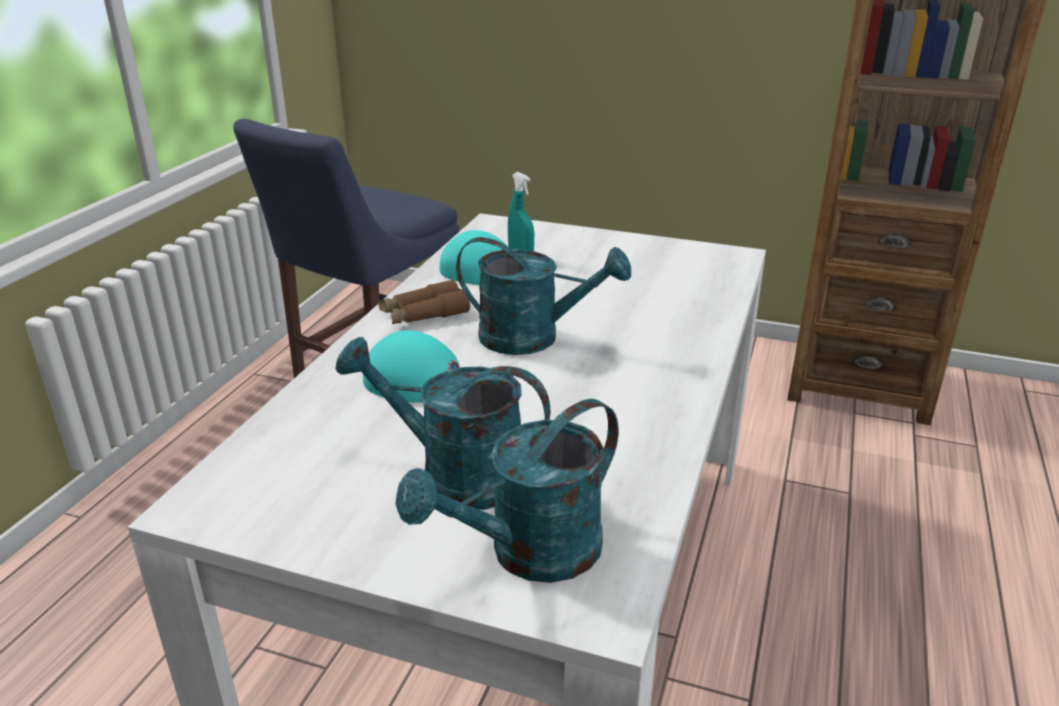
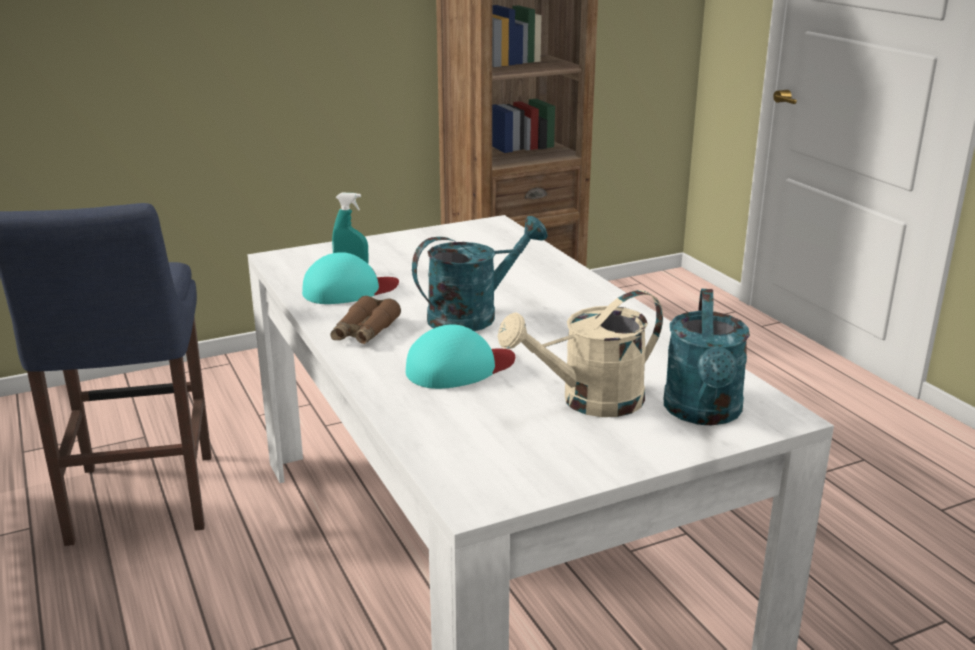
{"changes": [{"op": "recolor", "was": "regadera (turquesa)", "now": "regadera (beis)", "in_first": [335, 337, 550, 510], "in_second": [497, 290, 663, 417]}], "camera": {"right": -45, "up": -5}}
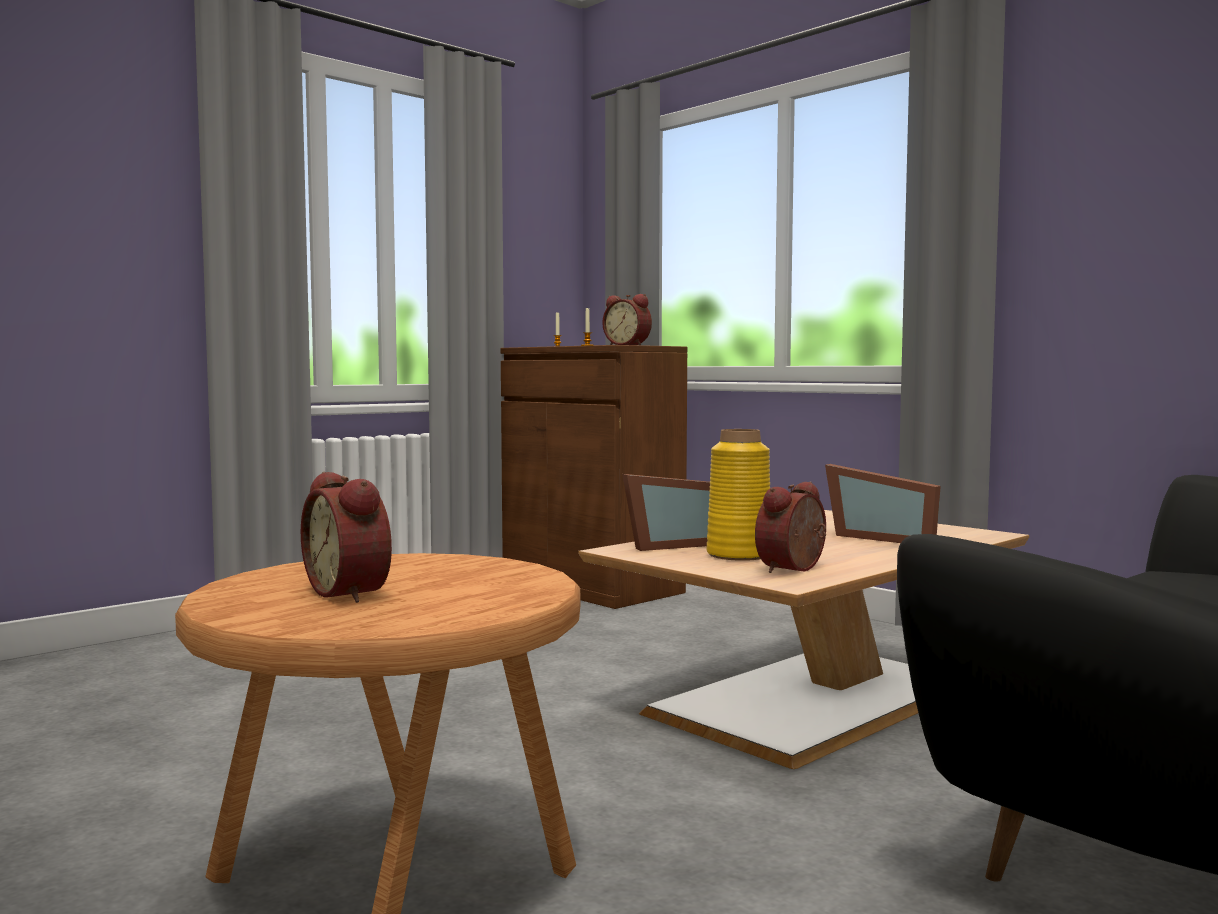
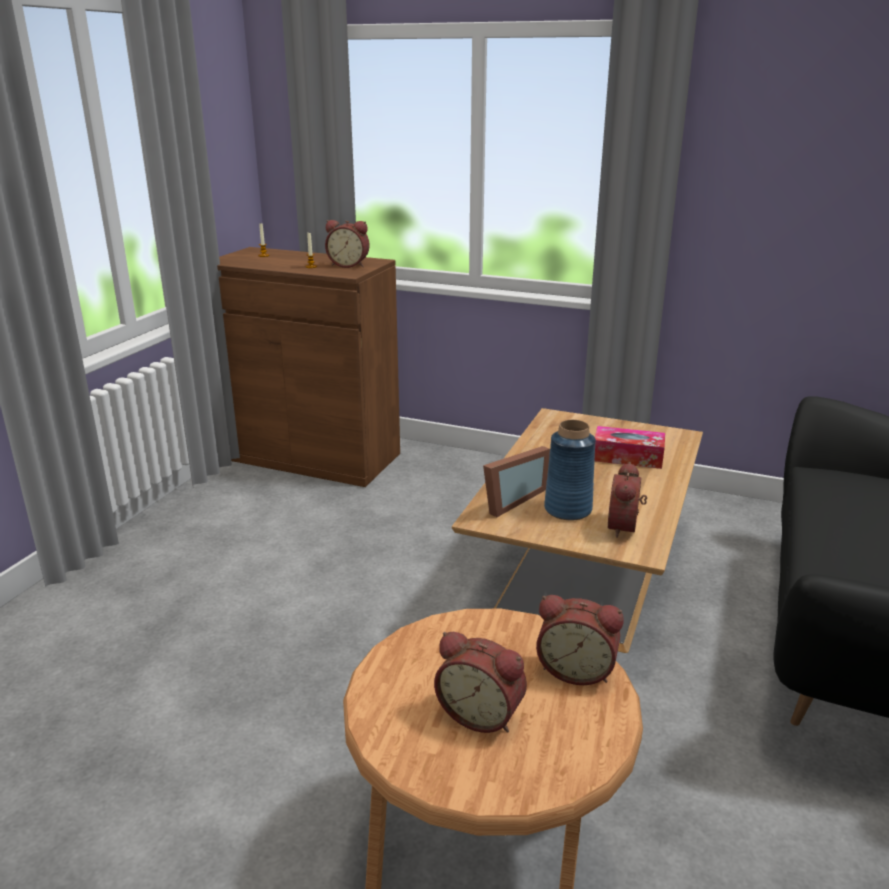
{"changes": [{"op": "recolor", "was": "florero (amarillo)", "now": "florero (azul)", "in_first": [707, 429, 770, 561], "in_second": [544, 420, 596, 520]}, {"op": "replace", "was": "portarretratos", "now": "caja de pañuelos", "in_first": [825, 464, 941, 543], "in_second": [595, 426, 665, 469]}, {"op": "insert", "now": "despertador", "in_second": [536, 595, 624, 685]}], "camera": {"right": -25, "up": 20}}
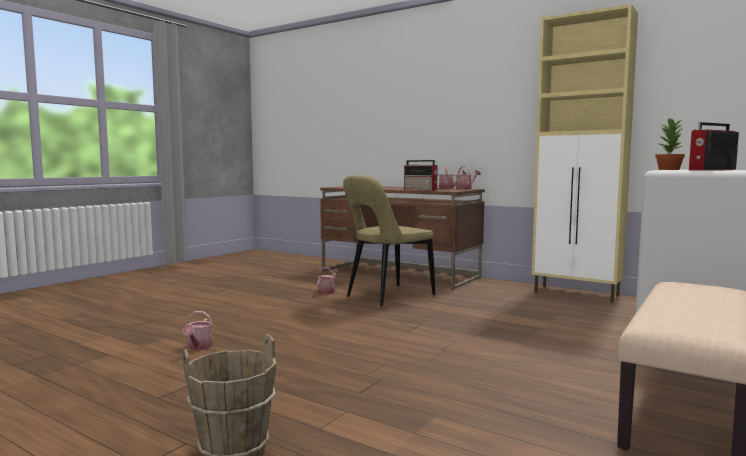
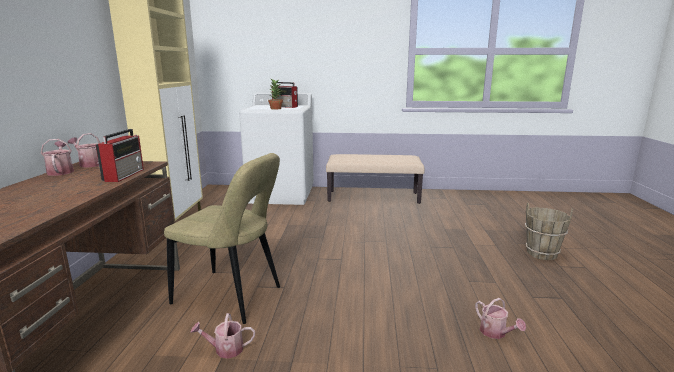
{"changes": [{"op": "rotate", "was": "regadera", "in_first": [183, 311, 213, 350], "in_second": [475, 298, 526, 339], "clockwise": 90}], "camera": {"right": -120, "up": 10}}
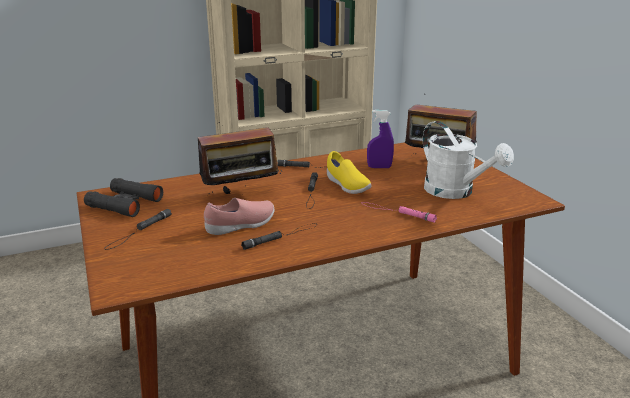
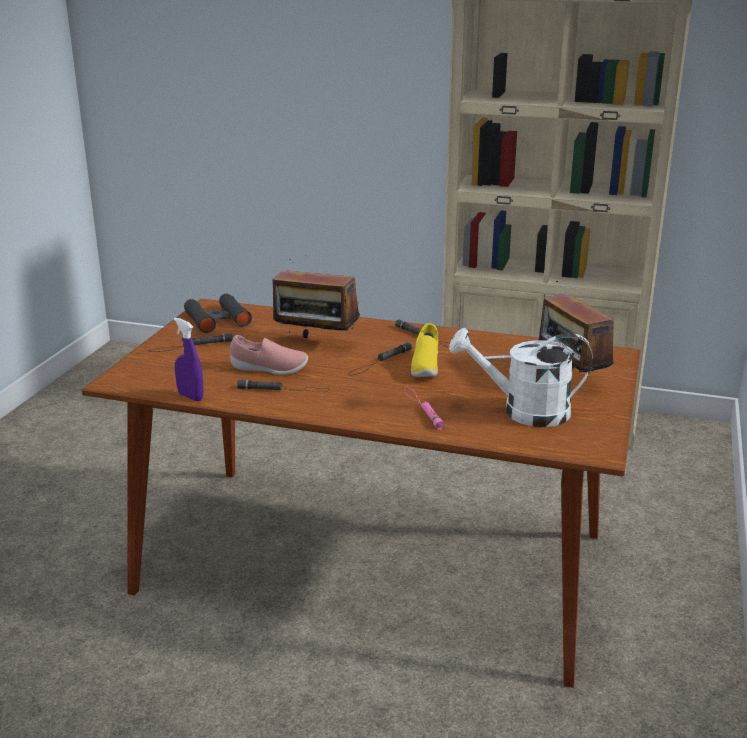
{"changes": [{"op": "move", "was": "pulverizador (morado)", "in_first": [367, 110, 394, 168], "in_second": [174, 318, 204, 401]}, {"op": "rotate", "was": "regadera (blanco)", "in_first": [423, 121, 514, 199], "in_second": [449, 328, 593, 427], "clockwise": 90}], "camera": {"right": 40, "up": 0}}
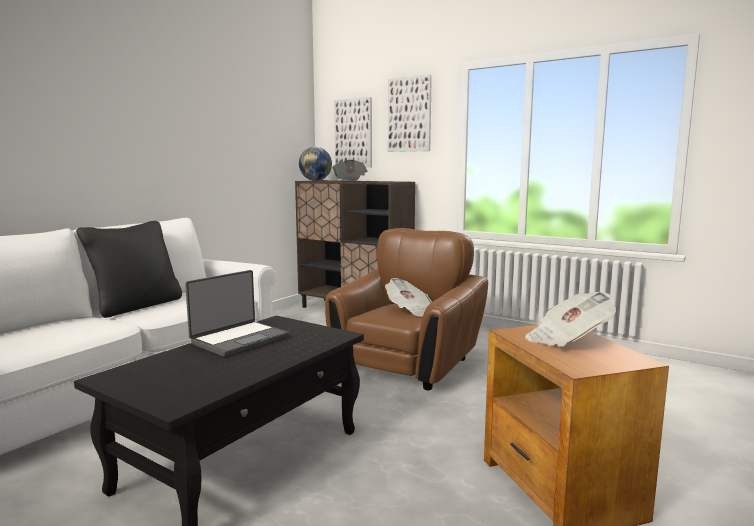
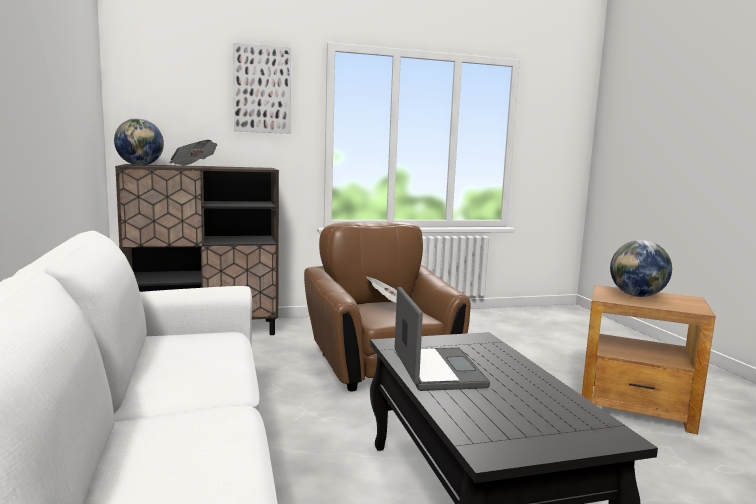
{"changes": [{"op": "delete", "was": "cuadro", "in_first": [334, 97, 372, 167]}, {"op": "delete", "was": "cojín (negro)", "in_first": [76, 221, 182, 318]}, {"op": "replace", "was": "periódico", "now": "globo terráqueo", "in_first": [525, 292, 616, 347], "in_second": [610, 240, 672, 297]}], "camera": {"right": -50, "up": 0}}
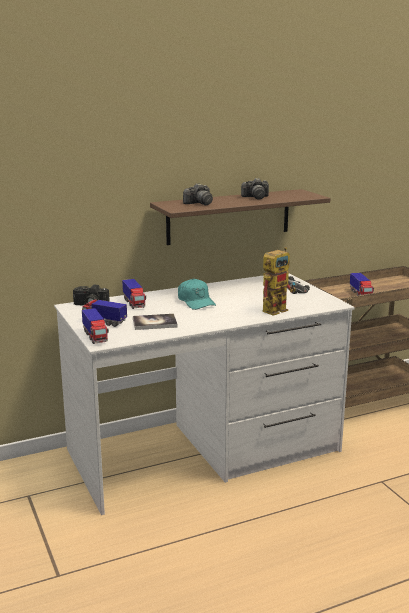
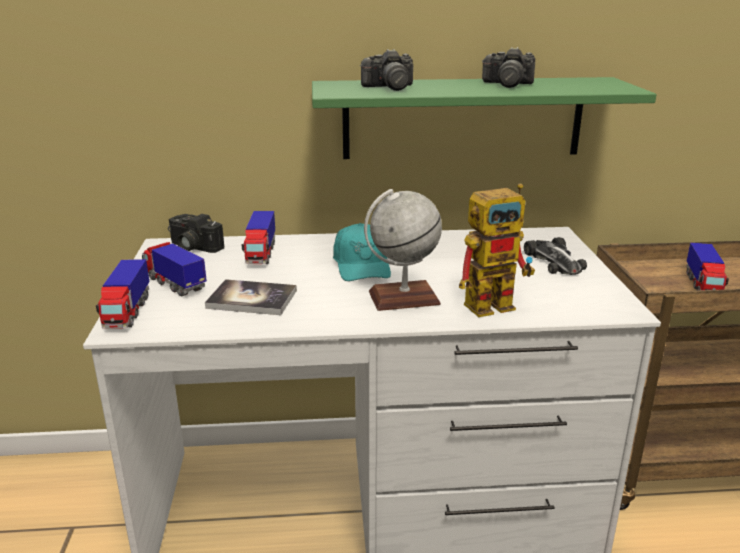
{"changes": [{"op": "recolor", "was": "estante (marrón)", "now": "estante (verde)", "in_first": [150, 189, 331, 245], "in_second": [312, 77, 657, 159]}, {"op": "insert", "now": "globo terráqueo", "in_second": [364, 189, 442, 311]}], "camera": {"right": 20, "up": 5}}
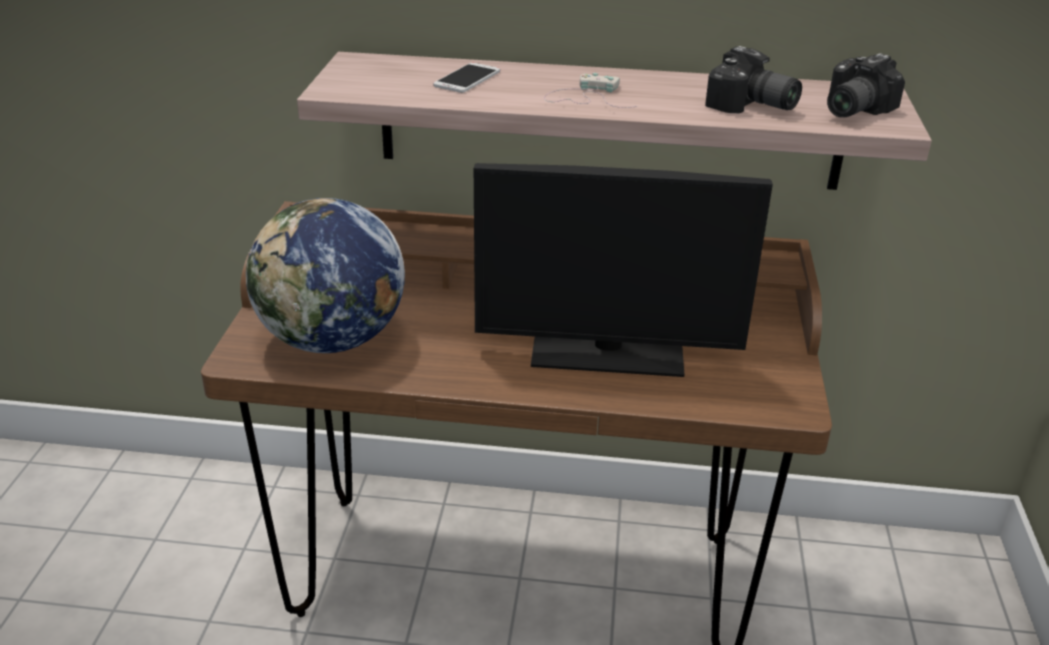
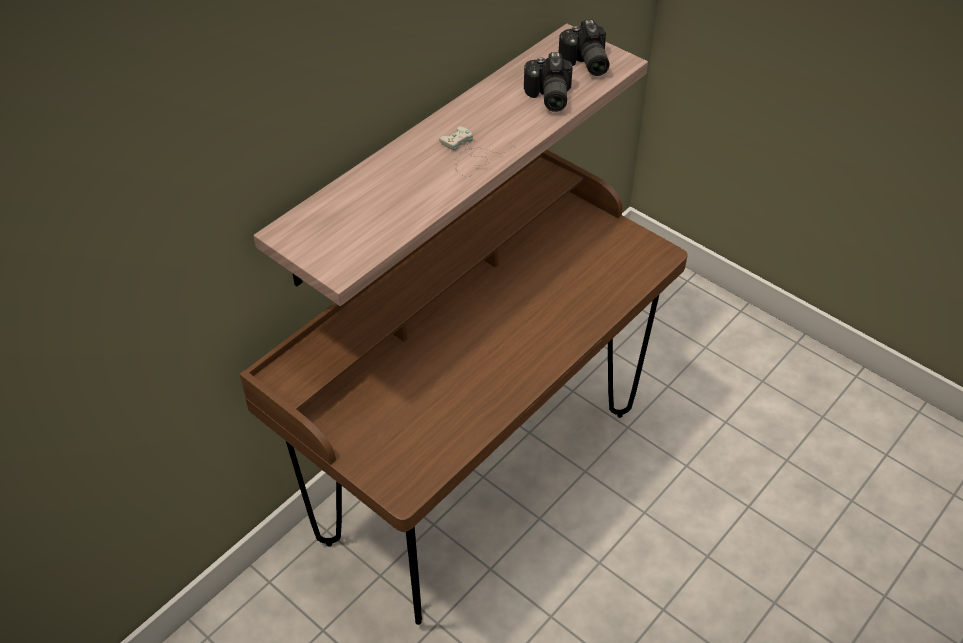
{"changes": [{"op": "rotate", "was": "cámara", "in_first": [705, 46, 802, 113], "in_second": [524, 52, 572, 112], "clockwise": 105}, {"op": "delete", "was": "móvil", "in_first": [433, 63, 500, 93]}, {"op": "delete", "was": "monitor", "in_first": [474, 163, 773, 377]}, {"op": "delete", "was": "globo terráqueo", "in_first": [246, 198, 405, 353]}], "camera": {"right": -55, "up": 15}}
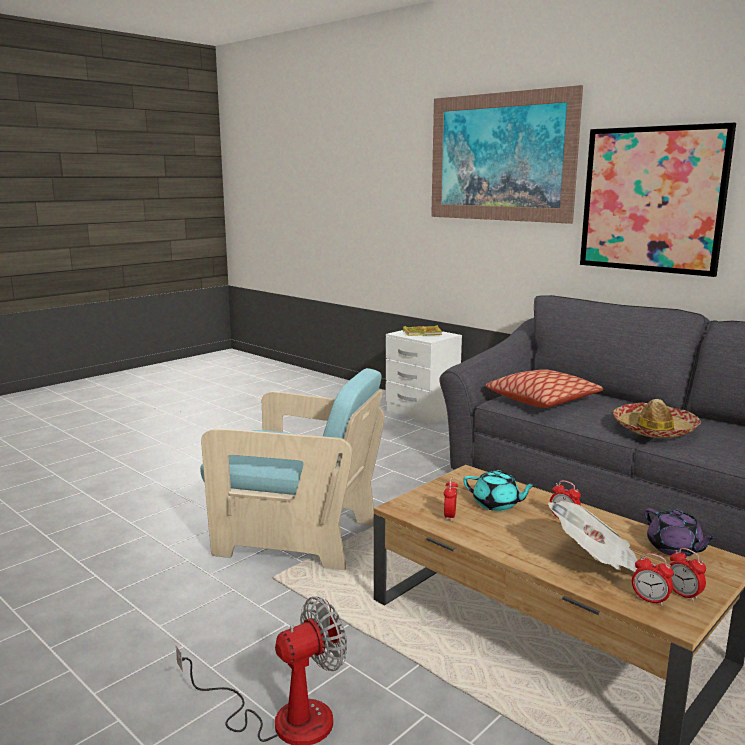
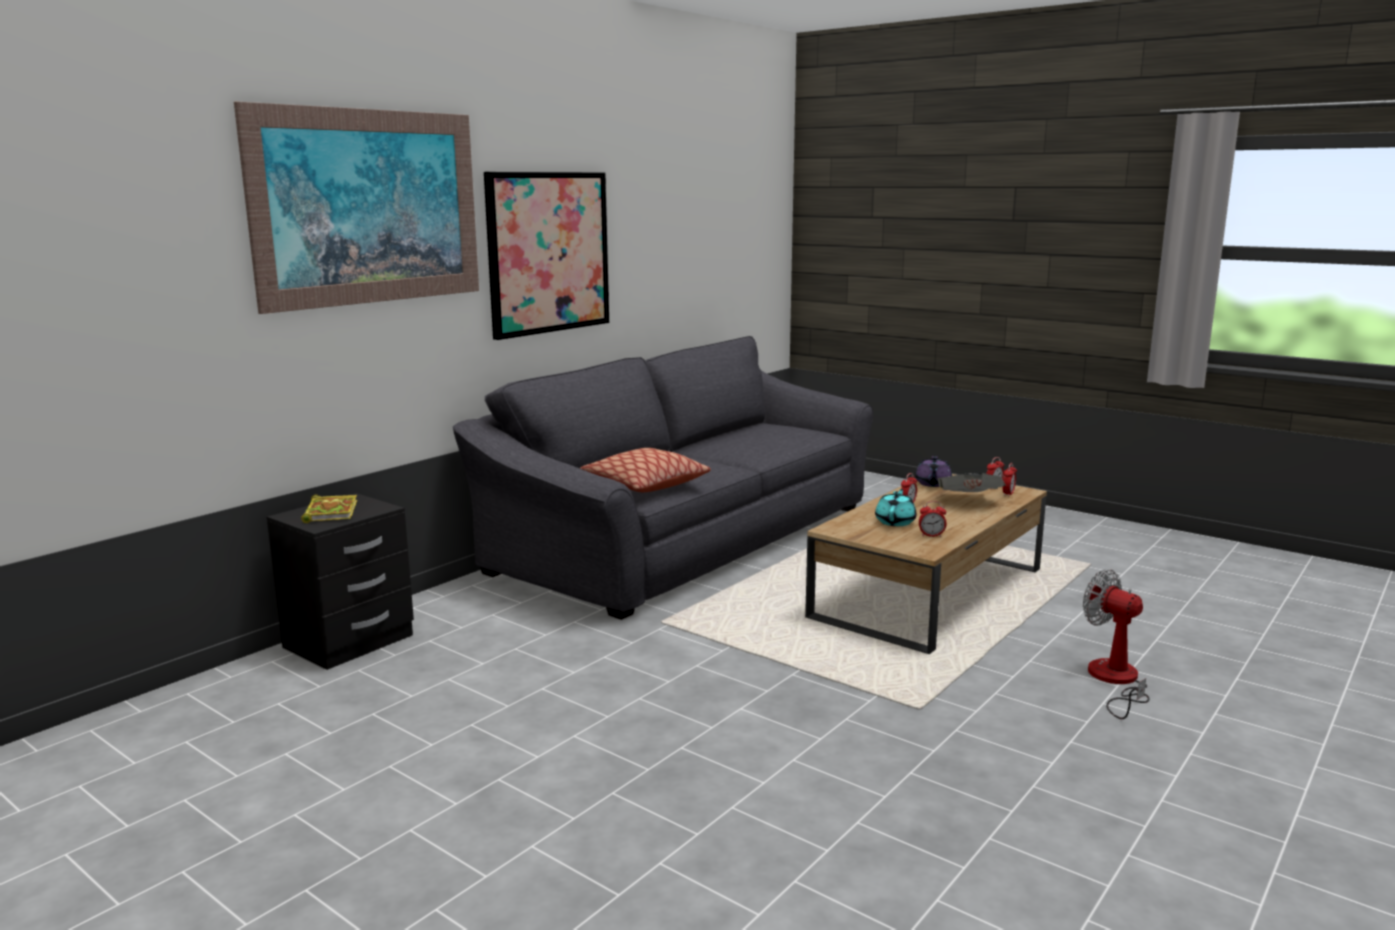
{"changes": [{"op": "recolor", "was": "mesita de noche (blanco)", "now": "mesita de noche (negro)", "in_first": [386, 330, 462, 423], "in_second": [267, 493, 414, 670]}, {"op": "delete", "was": "sillón (turquesa)", "in_first": [200, 368, 384, 570]}, {"op": "delete", "was": "sombrero", "in_first": [613, 399, 701, 438]}, {"op": "rotate", "was": "tetera (morado)", "in_first": [644, 508, 717, 557], "in_second": [915, 456, 952, 487], "clockwise": 135}], "camera": {"right": -95, "up": 0}}
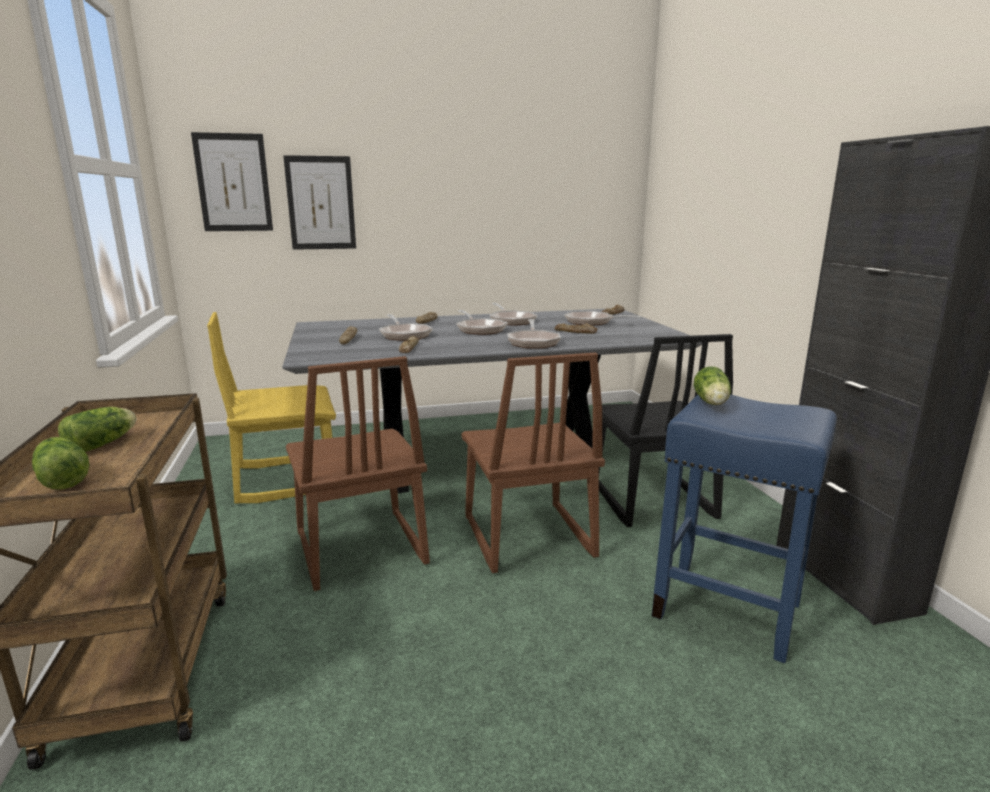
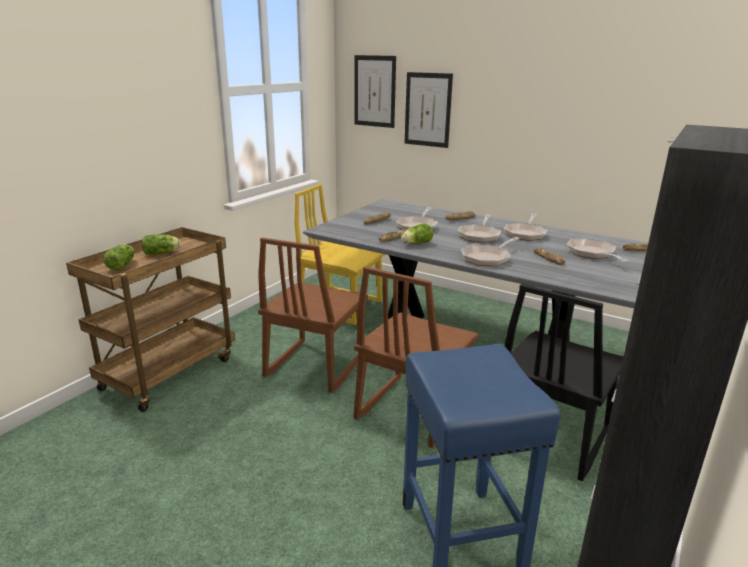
{"changes": [{"op": "move", "was": "lechuga", "in_first": [694, 366, 731, 405], "in_second": [401, 224, 433, 244]}], "camera": {"right": 45, "up": 5}}
